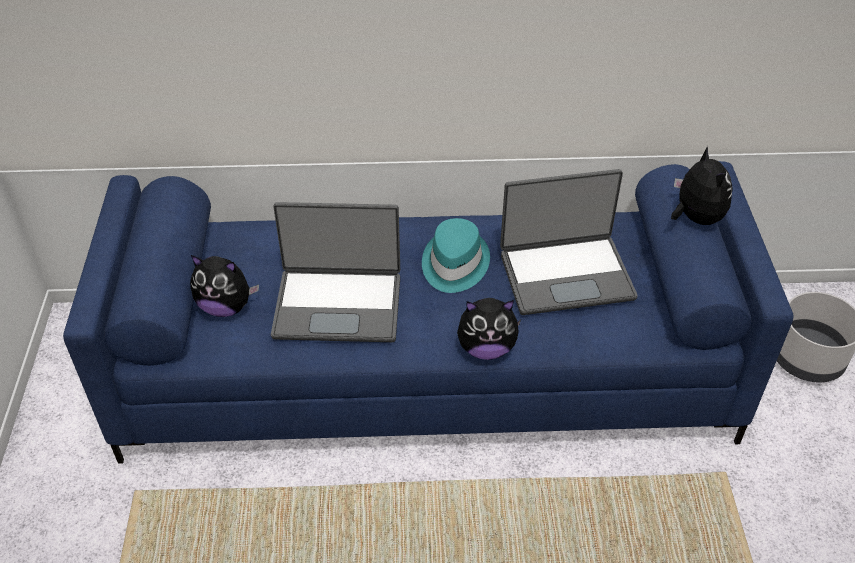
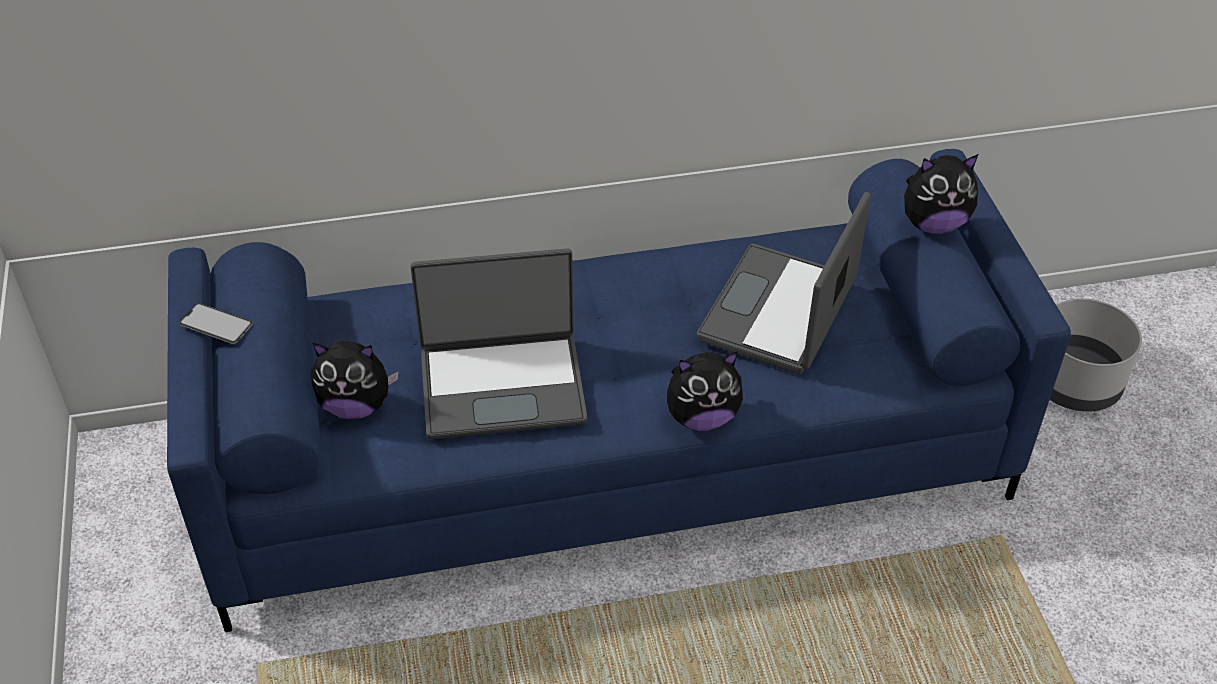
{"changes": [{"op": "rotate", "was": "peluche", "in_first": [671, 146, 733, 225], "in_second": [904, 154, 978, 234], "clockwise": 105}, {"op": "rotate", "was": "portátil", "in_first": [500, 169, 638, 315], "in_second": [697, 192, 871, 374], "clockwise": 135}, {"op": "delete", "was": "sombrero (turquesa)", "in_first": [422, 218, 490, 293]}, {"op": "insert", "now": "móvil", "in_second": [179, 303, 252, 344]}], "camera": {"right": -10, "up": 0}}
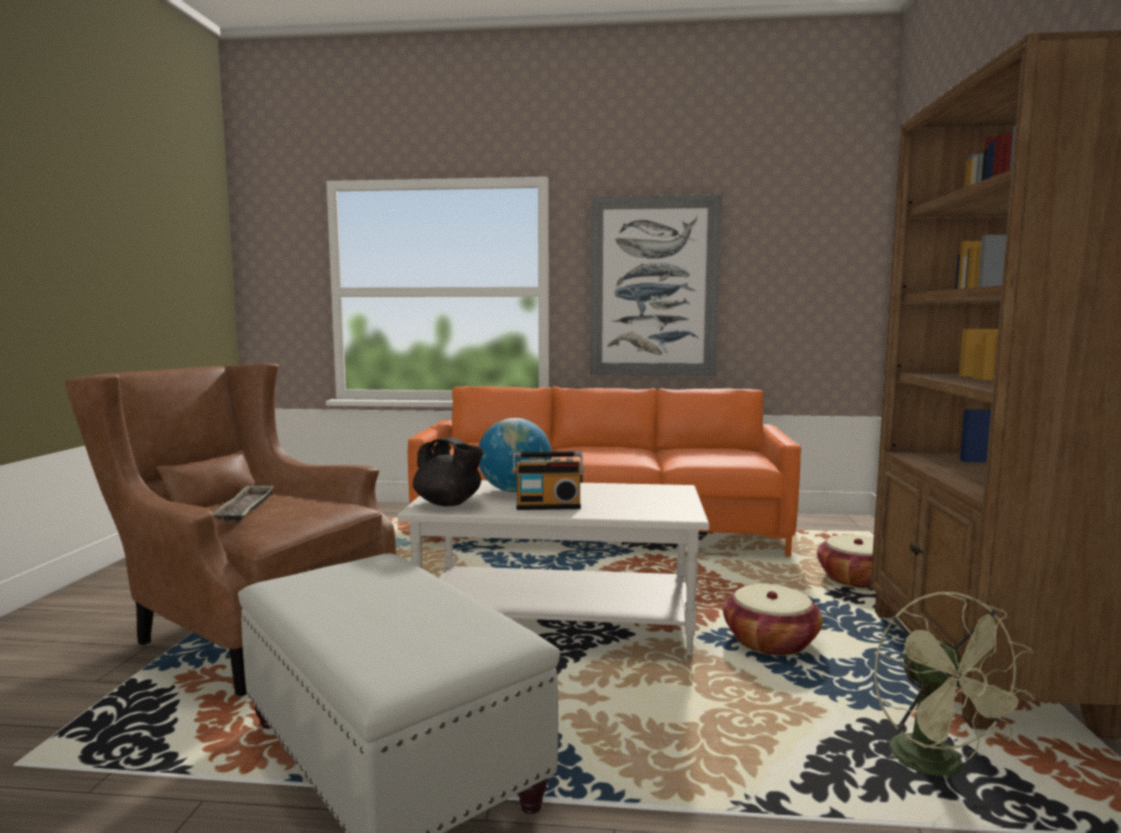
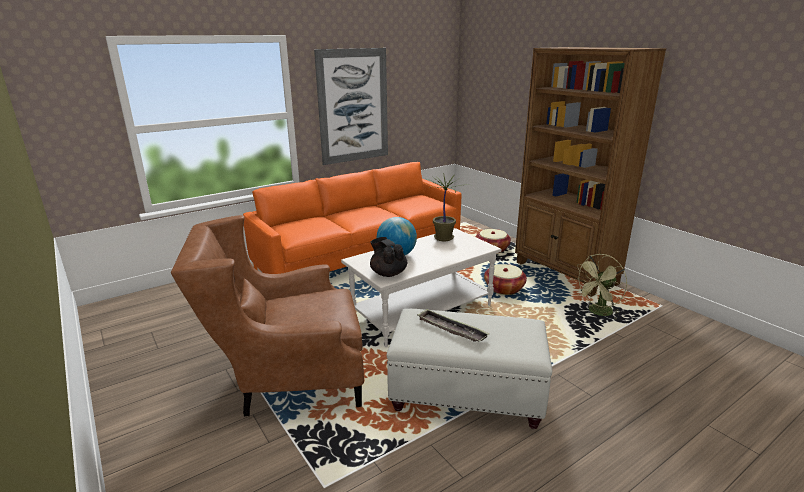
{"changes": [{"op": "rotate", "was": "tetera (negro)", "in_first": [413, 437, 484, 506], "in_second": [370, 237, 407, 277], "clockwise": -120}, {"op": "delete", "was": "radio", "in_first": [513, 451, 584, 510]}, {"op": "move", "was": "bandeja", "in_first": [213, 485, 274, 521], "in_second": [417, 309, 490, 342]}, {"op": "rotate", "was": "ventilador (verde)", "in_first": [874, 591, 1034, 776], "in_second": [574, 254, 627, 320], "clockwise": 105}, {"op": "insert", "now": "planta en maceta", "in_second": [427, 174, 469, 241]}], "camera": {"right": -40, "up": 15}}
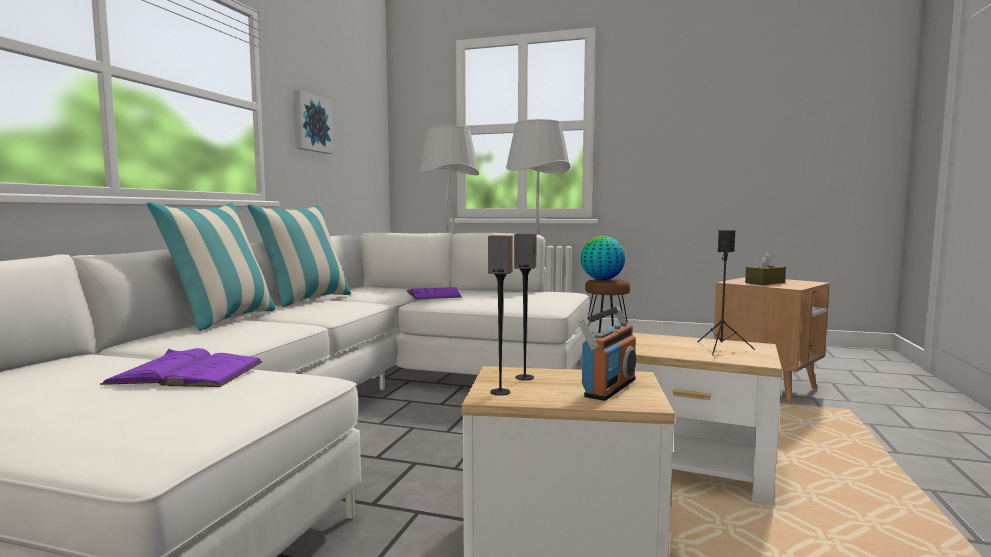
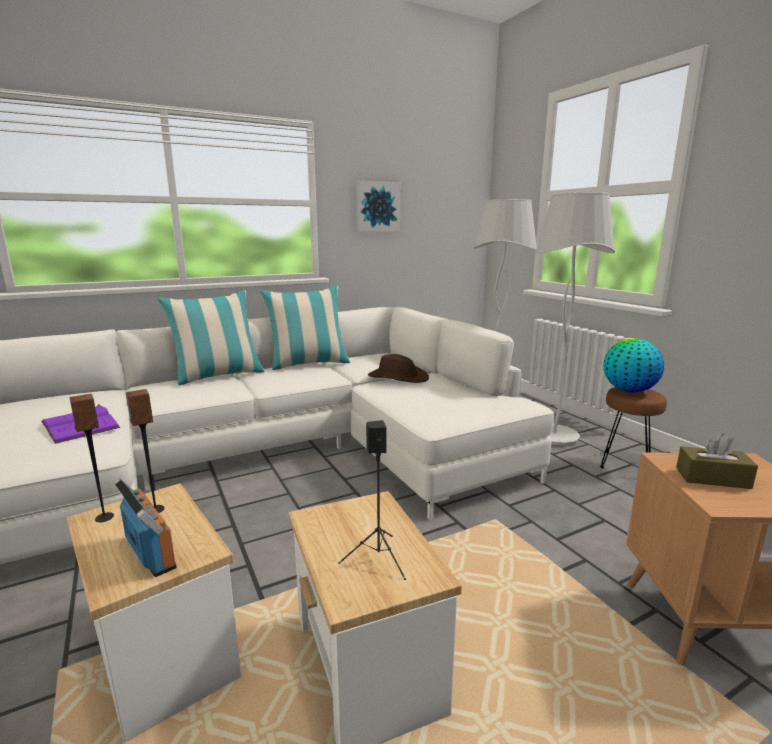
{"changes": [{"op": "replace", "was": "libro (morado)", "now": "sombrero (marrón)", "in_first": [407, 287, 462, 300], "in_second": [368, 354, 429, 383]}, {"op": "rotate", "was": "radio", "in_first": [578, 306, 636, 401], "in_second": [114, 478, 177, 577], "clockwise": -120}], "camera": {"right": 45, "up": 10}}
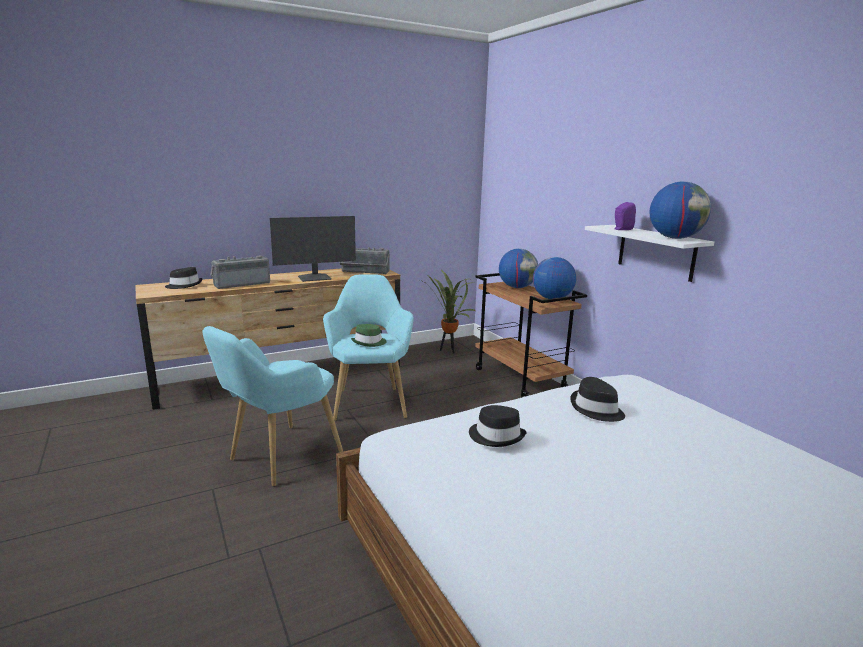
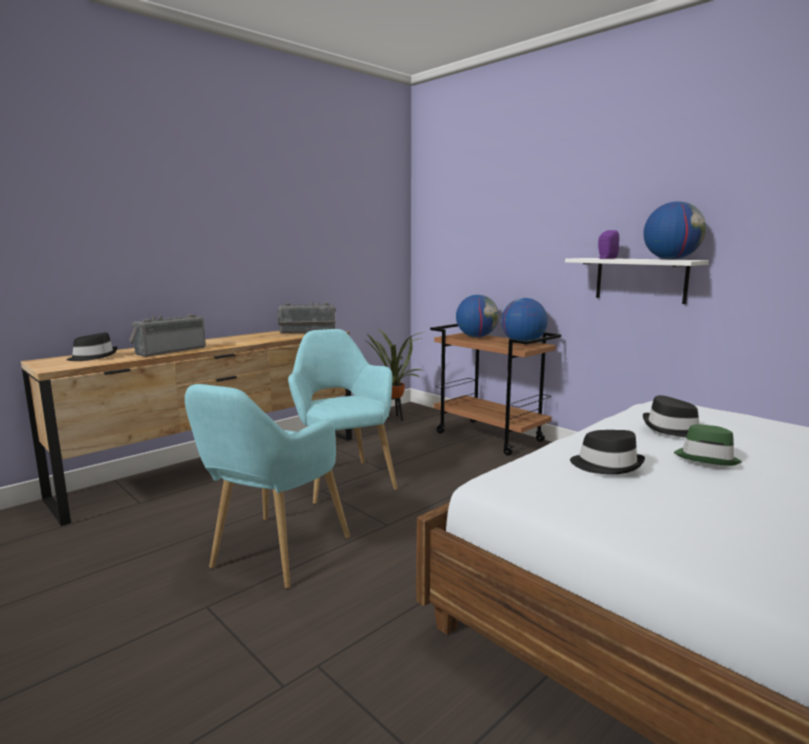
{"changes": [{"op": "delete", "was": "monitor", "in_first": [270, 216, 356, 282]}, {"op": "move", "was": "sombrero (verde)", "in_first": [351, 324, 387, 347], "in_second": [674, 424, 742, 466]}], "camera": {"right": -15, "up": -5}}
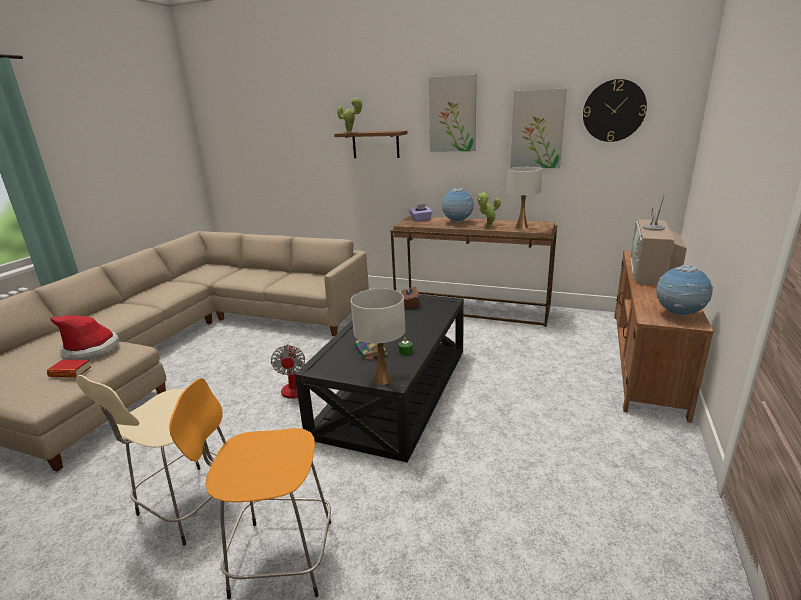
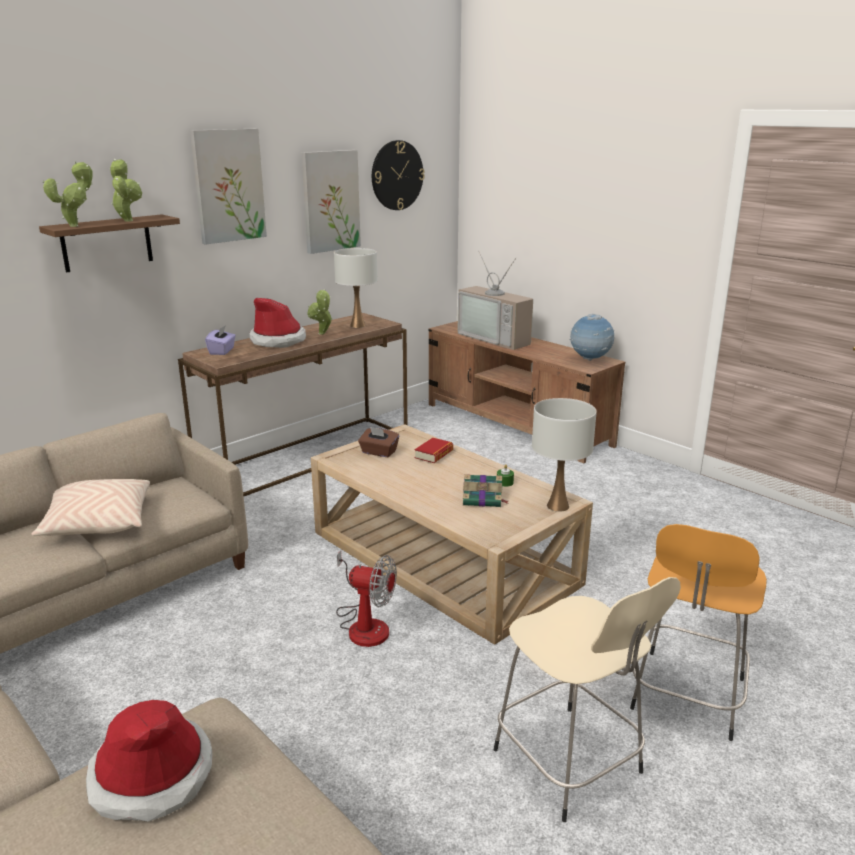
{"changes": [{"op": "replace", "was": "globo terráqueo", "now": "sombrero", "in_first": [442, 188, 474, 223], "in_second": [249, 298, 306, 348]}, {"op": "recolor", "was": "mesa de centro (negro)", "now": "mesa de centro (beis)", "in_first": [295, 294, 464, 462], "in_second": [311, 424, 593, 645]}, {"op": "move", "was": "libro", "in_first": [47, 360, 91, 377], "in_second": [415, 438, 453, 463]}, {"op": "insert", "now": "planta en maceta", "in_second": [110, 159, 142, 222]}, {"op": "insert", "now": "cojín (beis)", "in_second": [32, 479, 150, 536]}], "camera": {"right": -65, "up": 0}}
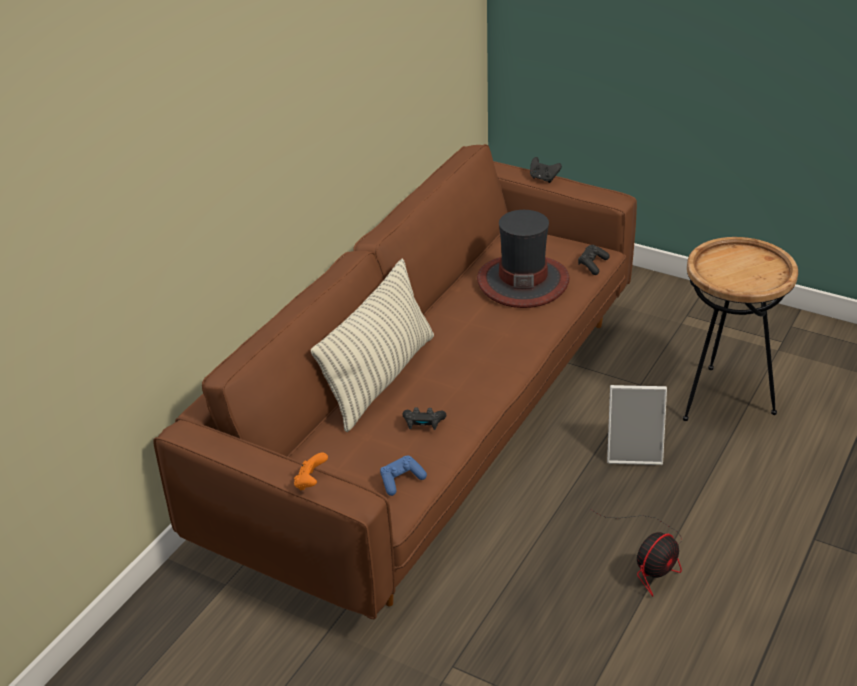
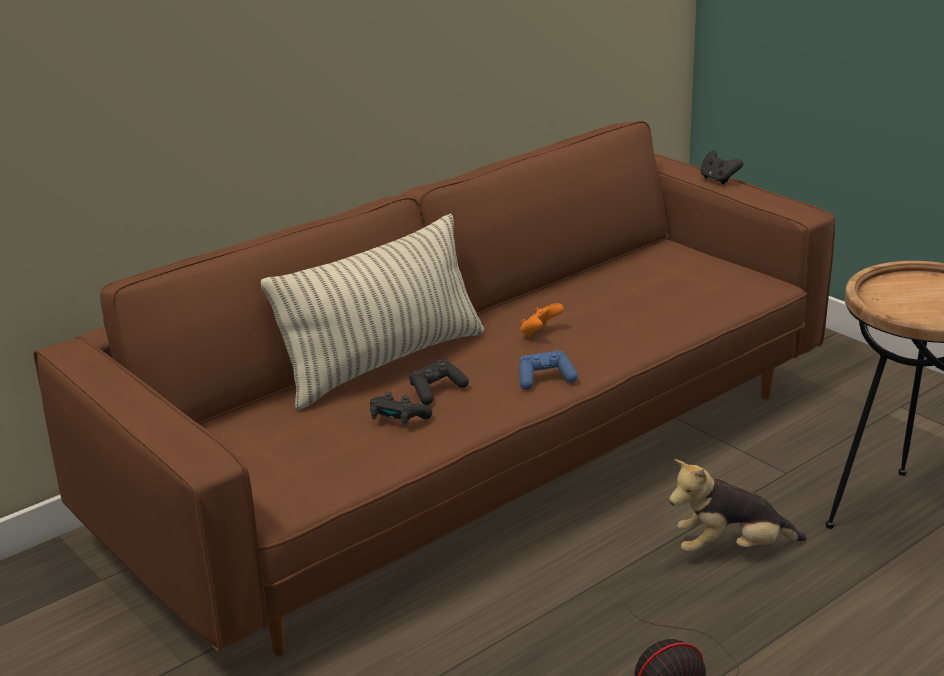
{"changes": [{"op": "delete", "was": "sombrero", "in_first": [477, 210, 570, 308]}, {"op": "move", "was": "mando de consola (negro)", "in_first": [578, 245, 610, 275], "in_second": [409, 360, 469, 405]}, {"op": "replace", "was": "portarretratos", "now": "peluche", "in_first": [607, 385, 667, 465], "in_second": [669, 459, 807, 553]}, {"op": "move", "was": "mando de consola (naranja)", "in_first": [294, 452, 328, 490], "in_second": [520, 303, 564, 338]}, {"op": "move", "was": "mando de consola (azul)", "in_first": [380, 456, 427, 496], "in_second": [519, 350, 578, 390]}], "camera": {"right": 20, "up": -10}}
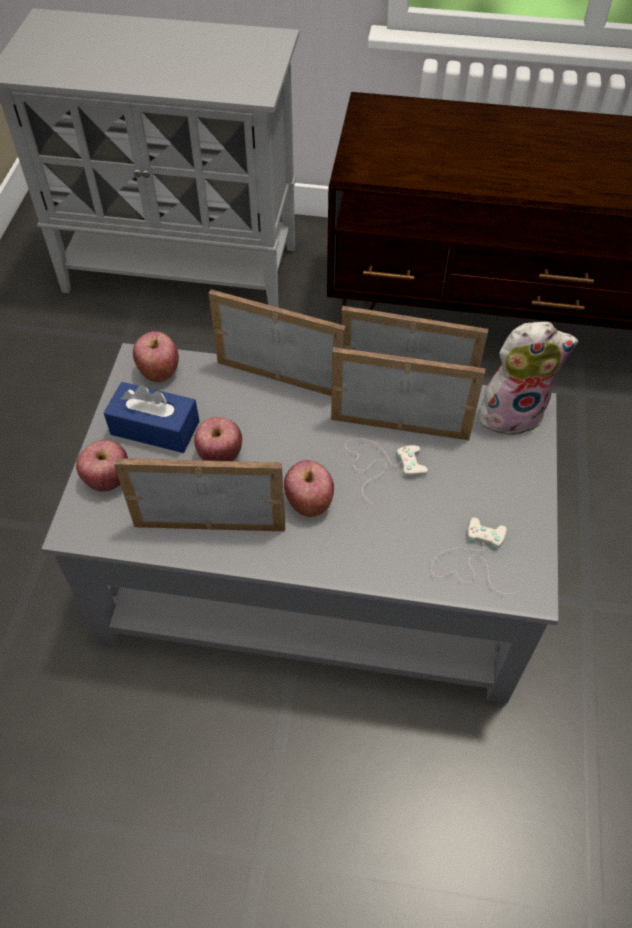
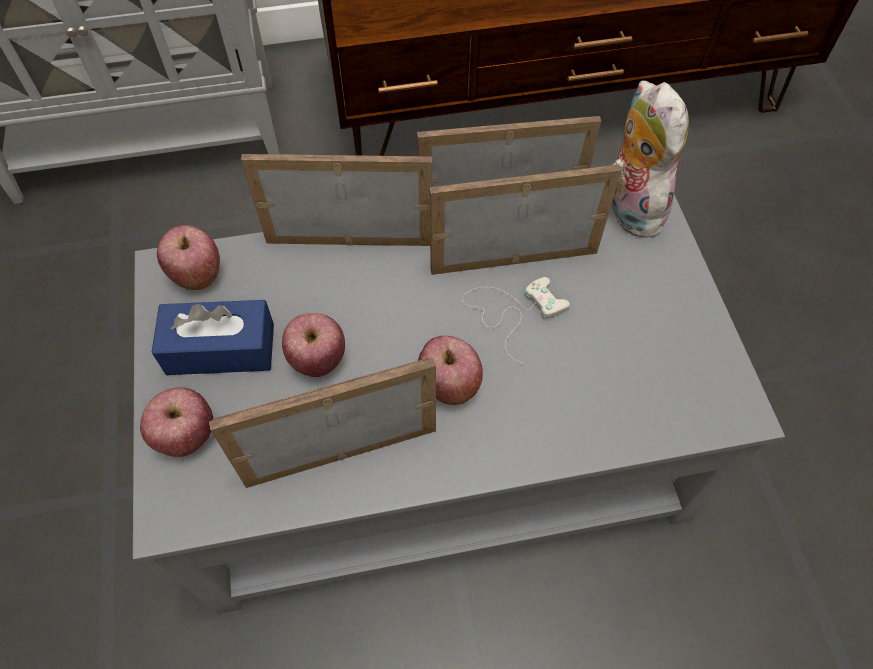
{"changes": [{"op": "rotate", "was": "peluche", "in_first": [479, 322, 578, 436], "in_second": [609, 81, 689, 238], "clockwise": -75}, {"op": "delete", "was": "mando de consola (blanco)", "in_first": [431, 517, 519, 594]}], "camera": {"right": -20, "up": 5}}
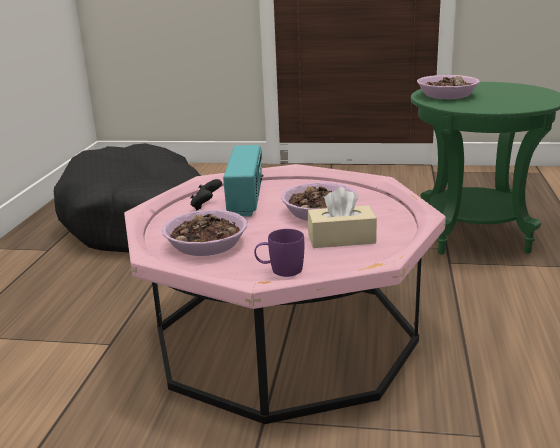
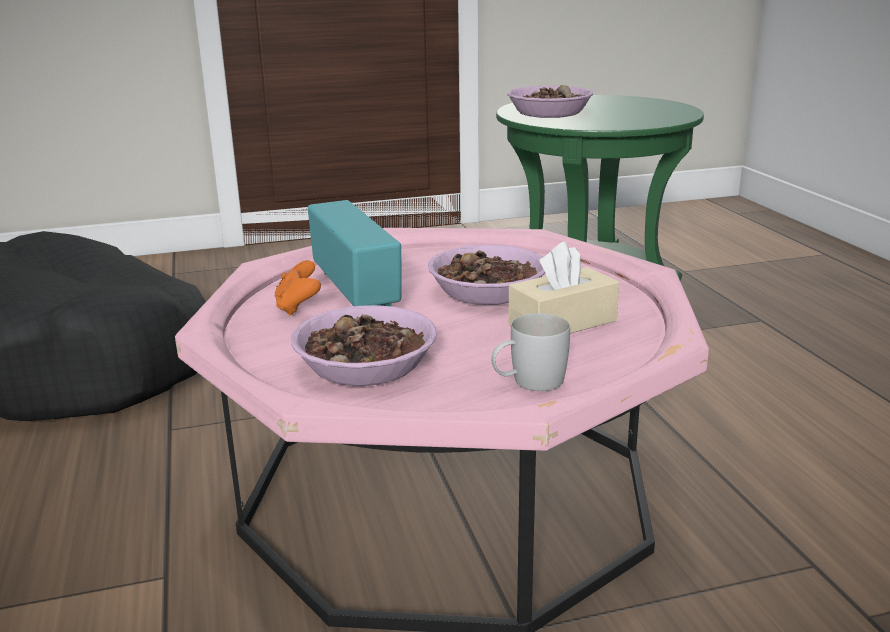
{"changes": [{"op": "recolor", "was": "mando de consola (negro)", "now": "mando de consola (naranja)", "in_first": [190, 179, 222, 211], "in_second": [275, 260, 321, 316]}, {"op": "recolor", "was": "taza grande (morado)", "now": "taza grande (blanco)", "in_first": [254, 229, 304, 277], "in_second": [491, 313, 570, 391]}], "camera": {"right": -25, "up": 0}}
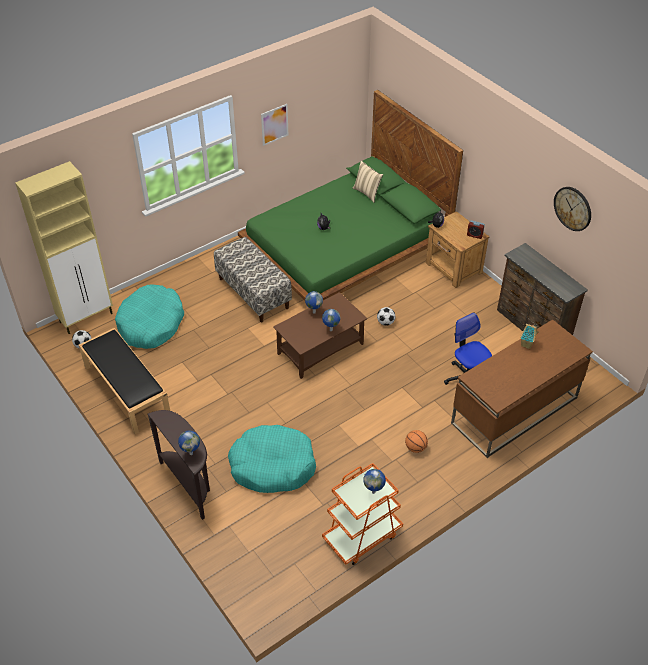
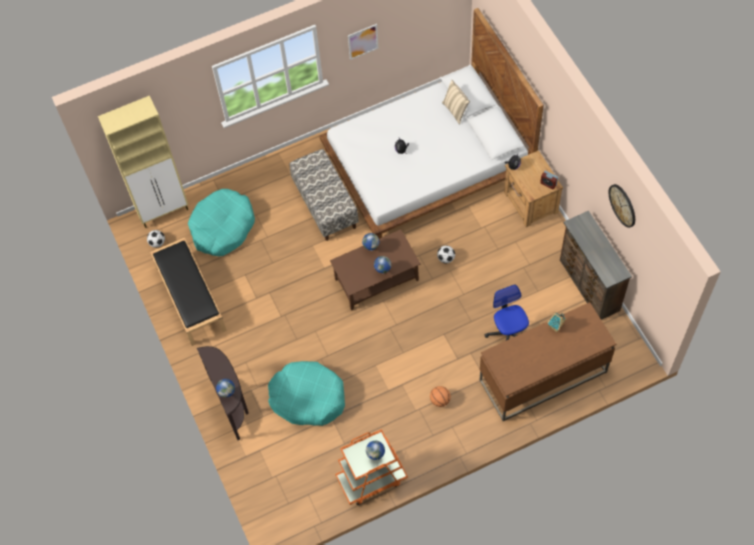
{"changes": [{"op": "recolor", "was": "cama (verde)", "now": "cama (blanco)", "in_first": [238, 90, 463, 301], "in_second": [319, 8, 544, 239]}], "camera": {"right": 15, "up": 15}}
